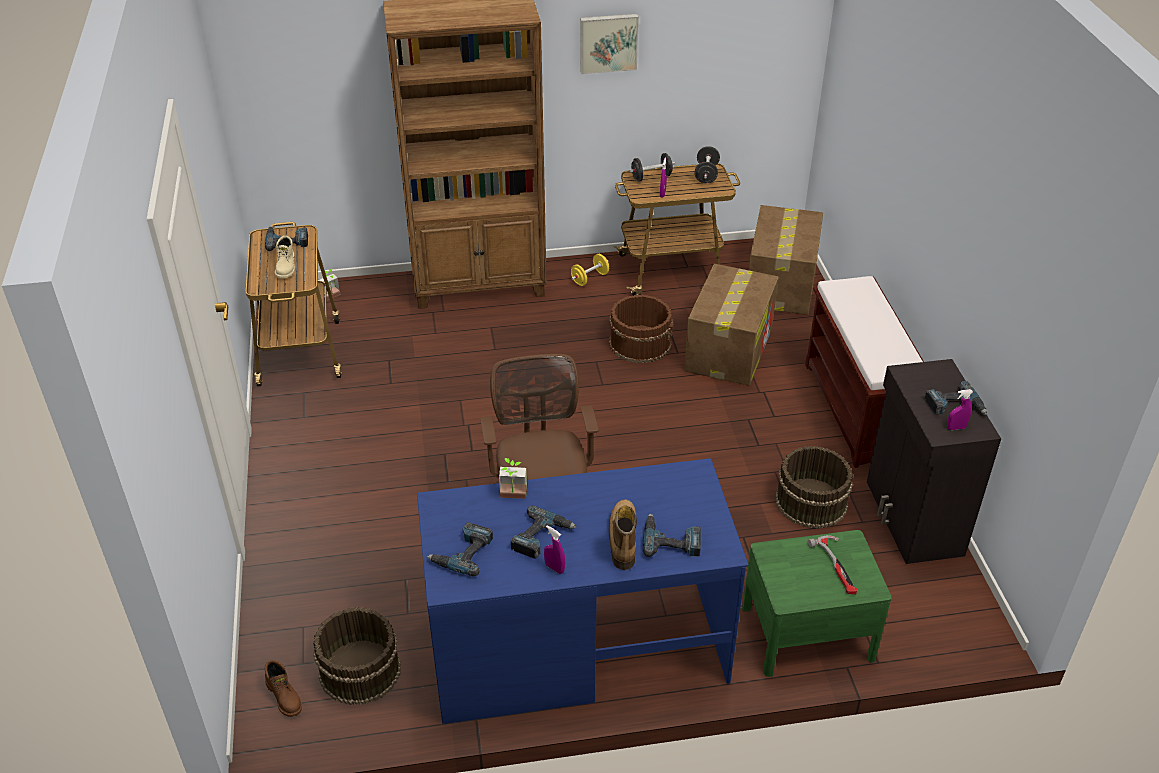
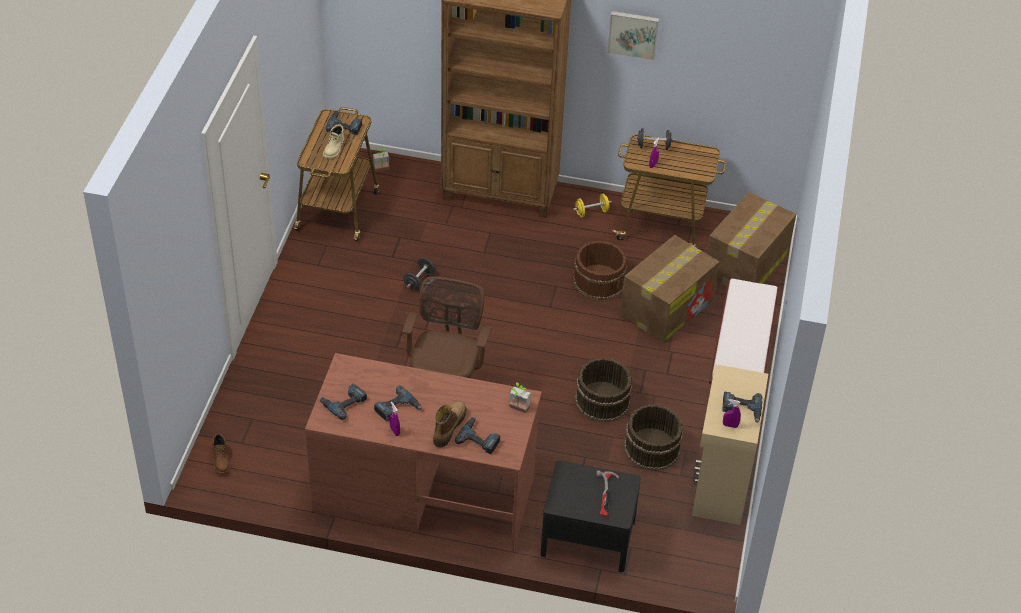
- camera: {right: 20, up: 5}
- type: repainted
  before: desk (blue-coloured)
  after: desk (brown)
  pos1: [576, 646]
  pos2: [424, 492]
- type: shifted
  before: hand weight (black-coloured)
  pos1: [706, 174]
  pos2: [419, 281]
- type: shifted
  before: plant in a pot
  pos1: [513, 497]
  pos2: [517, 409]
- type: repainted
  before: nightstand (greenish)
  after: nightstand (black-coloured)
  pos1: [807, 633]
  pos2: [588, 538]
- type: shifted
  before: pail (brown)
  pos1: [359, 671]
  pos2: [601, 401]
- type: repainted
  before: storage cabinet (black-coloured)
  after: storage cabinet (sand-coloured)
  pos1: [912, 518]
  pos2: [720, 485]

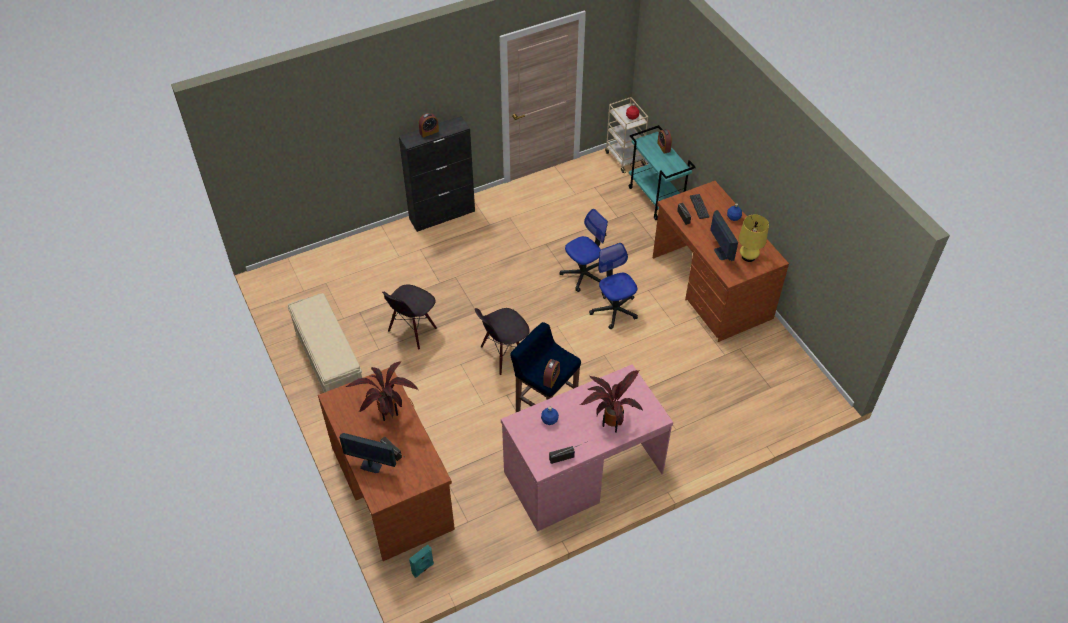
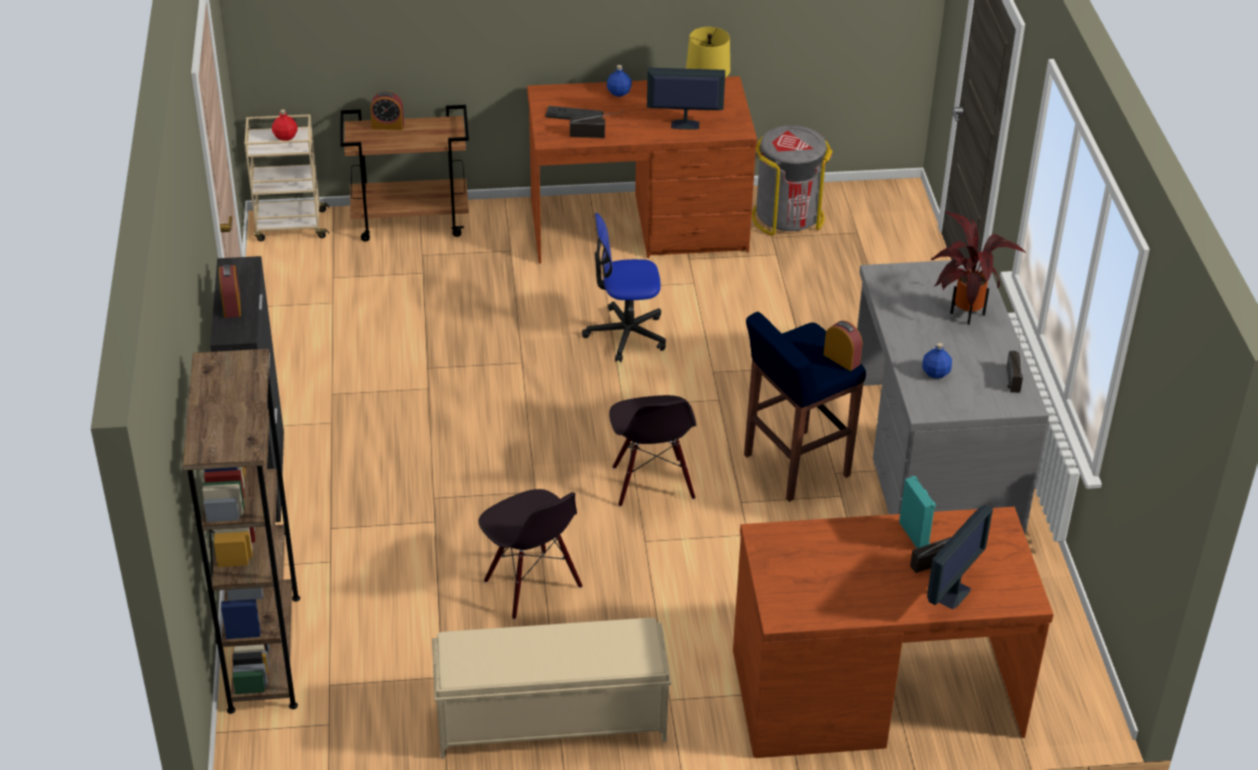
- camera: {right: -70, up: -10}
- type: new
  after: bookcase (brown)
  pos2: [264, 652]
- type: repainted
  before: cart (turquoise-coloured)
  after: cart (brown)
  pos1: [656, 198]
  pos2: [411, 221]
- type: new
  after: trash can (grey)
  pos2: [787, 217]
- type: repainted
  before: desk (pink)
  after: desk (grey)
  pos1: [582, 472]
  pos2: [932, 458]
- type: shifted
  before: speaker (turquoise-coloured)
  pos1: [423, 569]
  pos2: [915, 535]
- type: gone
  before: plant in a pot
  pos1: [388, 414]
- type: gone
  before: office chair
  pos1: [584, 275]

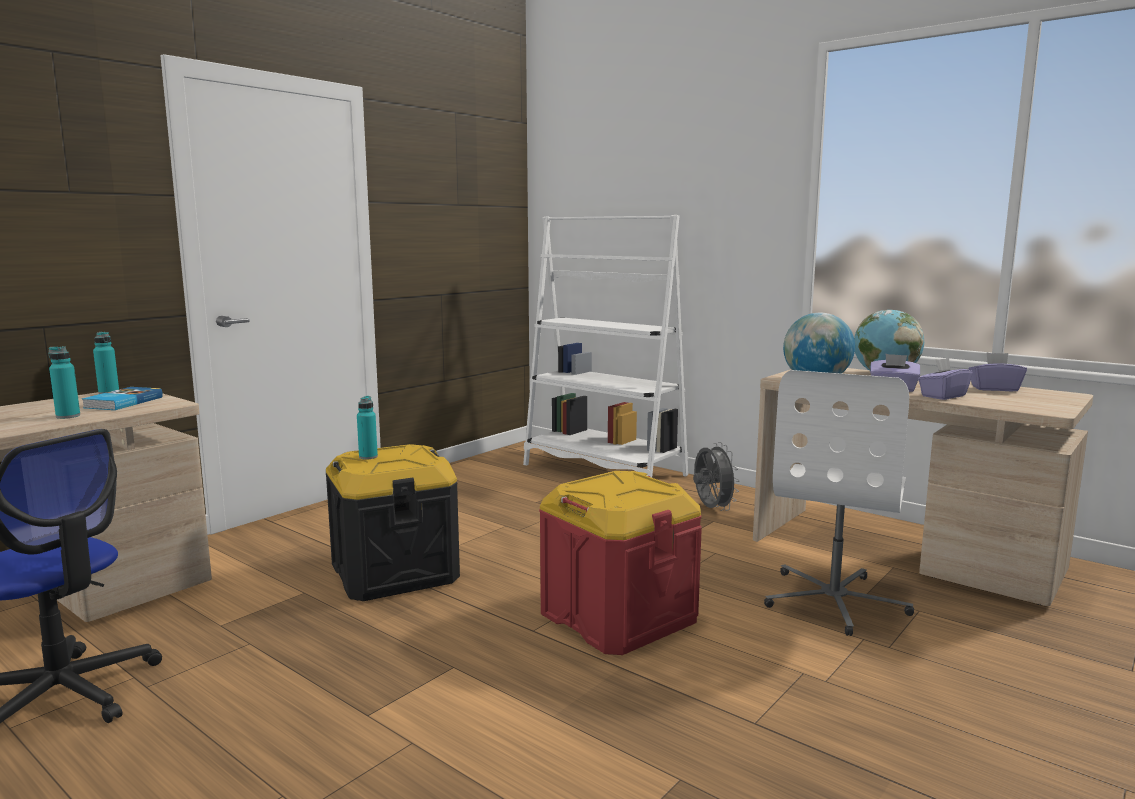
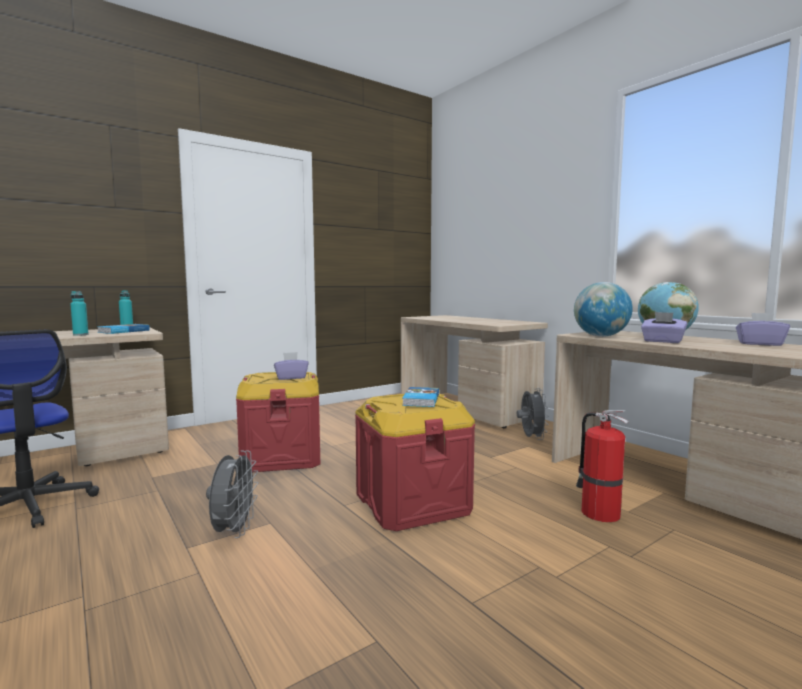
- camera: {right: 15, up: -5}
- type: new
  after: cooling fan (grey)
  pos2: [234, 531]
- type: repainted
  before: storage bin (black-coloured)
  after: storage bin (red-coloured)
  pos1: [394, 572]
  pos2: [282, 457]
- type: shifted
  before: tissue box (purplish)
  pos1: [942, 396]
  pos2: [291, 377]
- type: swapped
  before: bookcase (white-coloured)
  after: desk (sand-coloured)
  pos1: [604, 470]
  pos2: [467, 409]
- type: new
  after: volume
  pos2: [420, 400]
- type: swapped
  before: office chair (white-coloured)
  after: fire-fighting cylinder
  pos1: [835, 600]
  pos2: [598, 512]
- type: gone
  before: beverage bottle (turquoise-coloured)
  pos1: [368, 457]

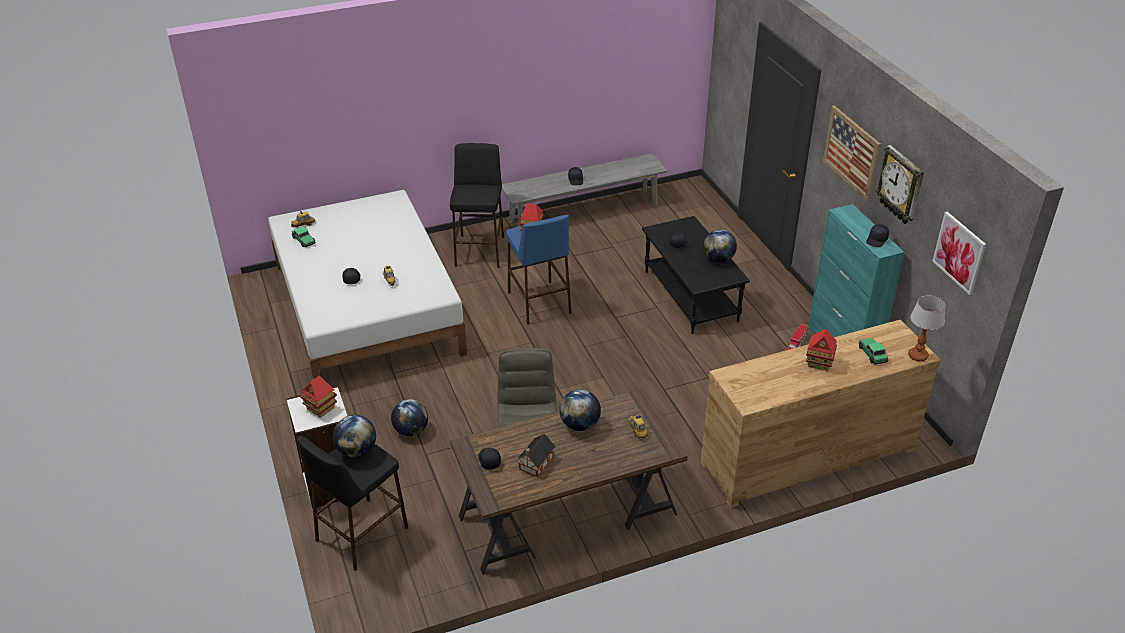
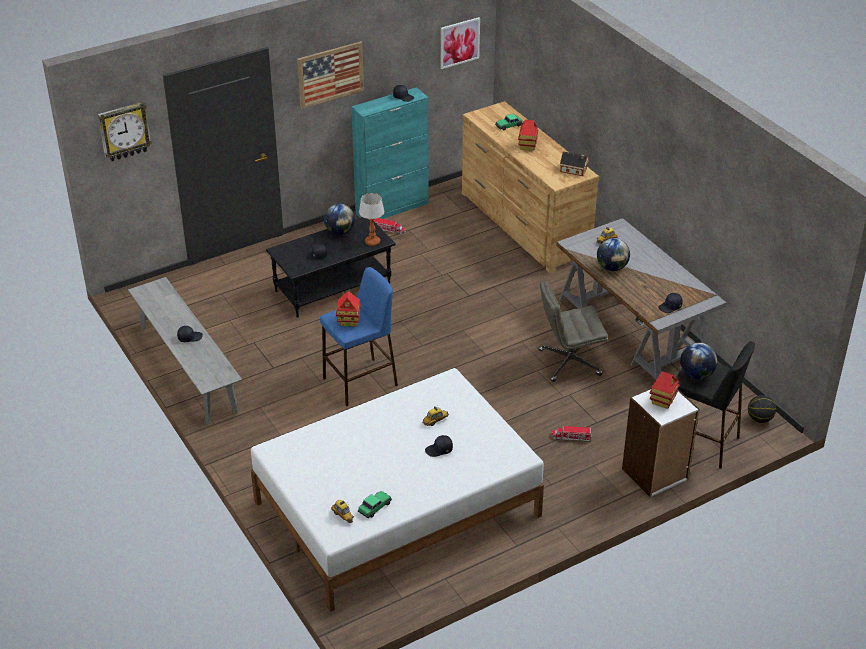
- camera: {right: -100, up: 0}
- type: shifted
  before: hanging clock
  pos1: [901, 185]
  pos2: [124, 131]
- type: shifted
  before: tabletop lamp
  pos1: [918, 356]
  pos2: [372, 242]
- type: swapped
  before: world globe
  after: model truck
  pos1: [411, 430]
  pos2: [571, 437]
- type: repainted
  before: desk (brown)
  after: desk (grey)
  pos1: [568, 516]
  pos2: [632, 333]
- type: shifted
  before: miniature house
  pos1: [535, 463]
  pos2: [574, 170]
- type: new
  after: ball for basketball
  pos2: [760, 419]
- type: gone
  before: stool (black-coloured)
  pos1: [480, 251]

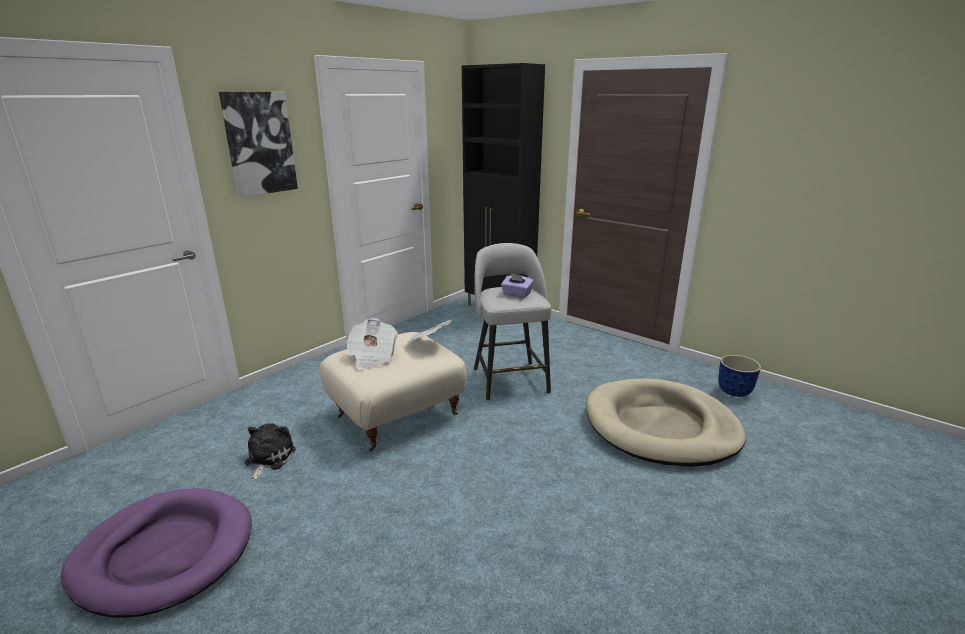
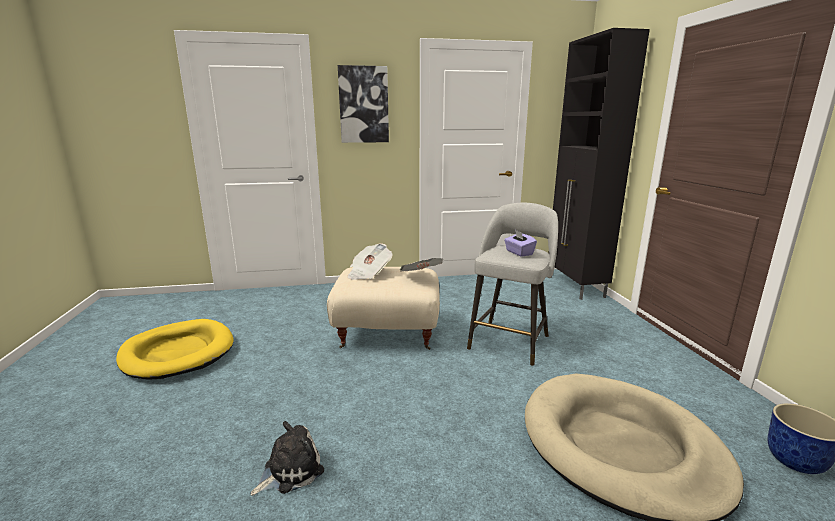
- camera: {right: 40, up: -5}
- type: repainted
  before: pet bed (purplish)
  after: pet bed (yellow-coloured)
  pos1: [165, 553]
  pos2: [178, 352]
- type: shifted
  before: cuddly toy
  pos1: [268, 459]
  pos2: [290, 470]

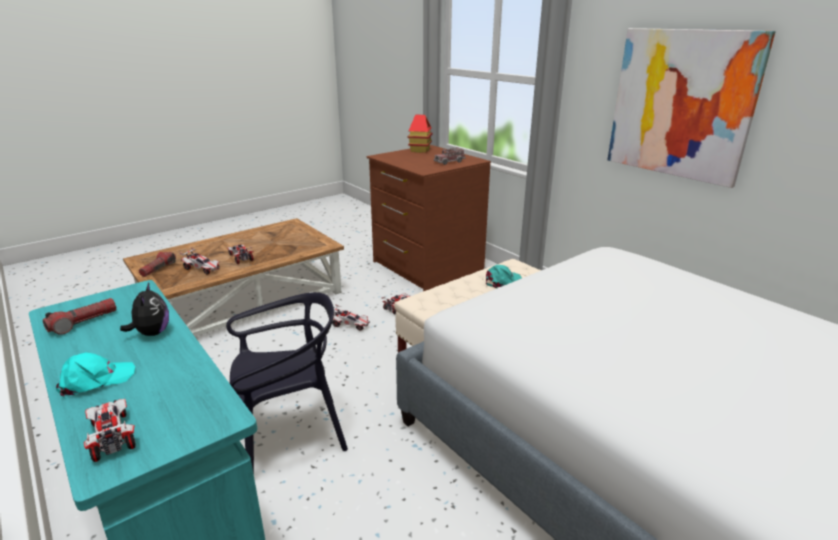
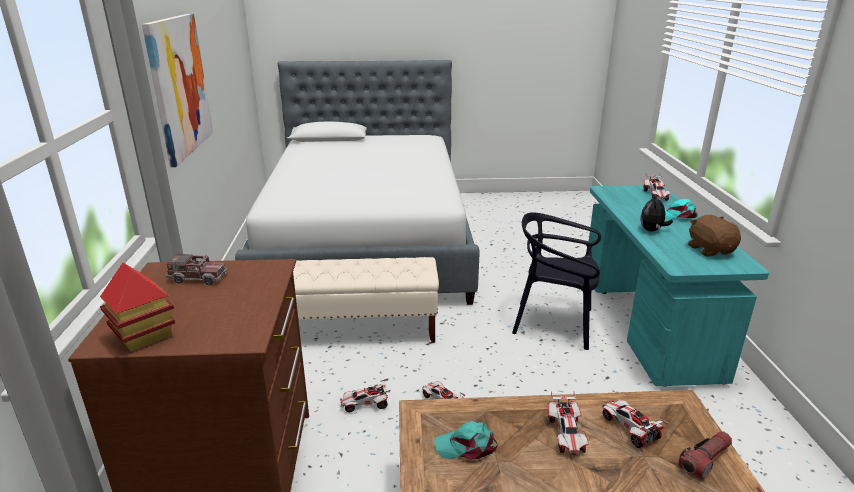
- camera: {right: -145, up: 0}
- type: shifted
  before: cap (turquoise-coloured)
  pos1: [502, 281]
  pos2: [467, 446]
- type: swapped
  before: hand torch
  after: cuddly toy (brown)
  pos1: [83, 322]
  pos2: [710, 250]

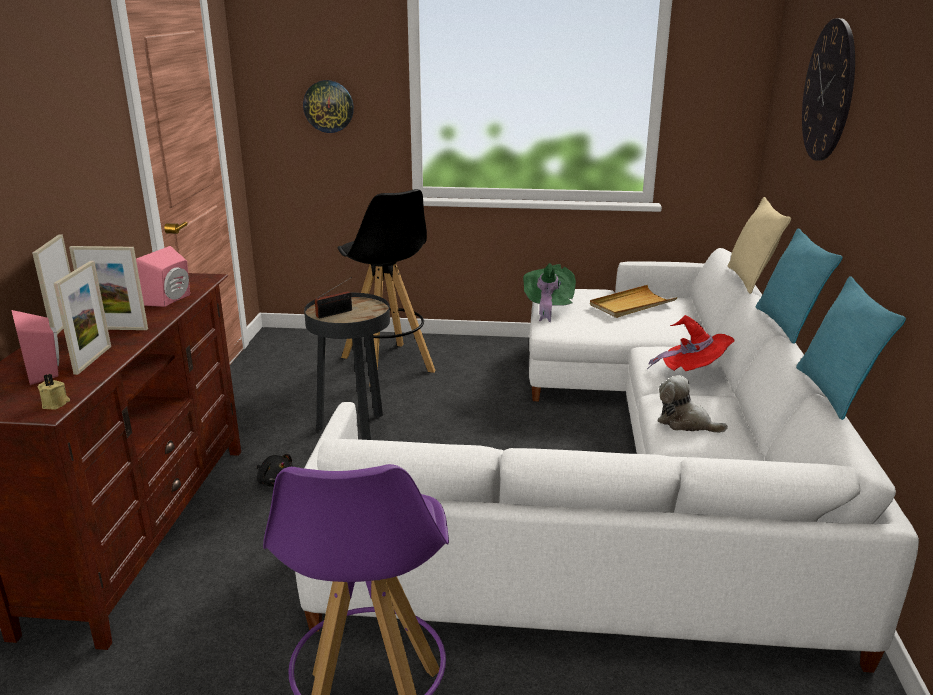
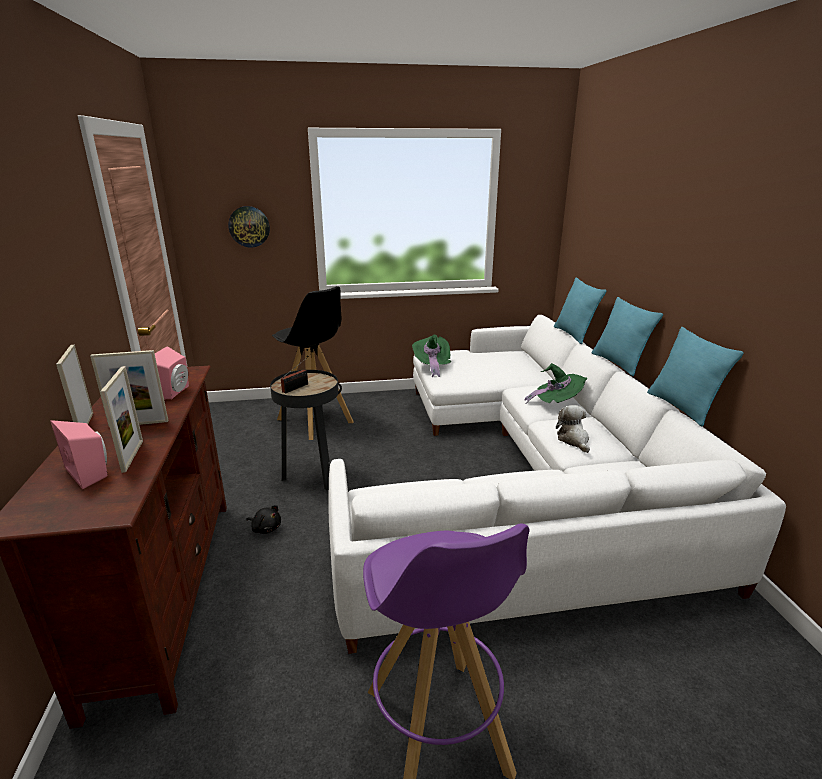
- camera: {right: -15, up: 0}
- type: repainted
  before: wearable hat (red-coloured)
  after: wearable hat (greenish)
  pos1: [693, 374]
  pos2: [557, 404]
- type: repainted
  before: cushion (sand-coloured)
  after: cushion (turquoise-coloured)
  pos1: [749, 280]
  pos2: [574, 335]
- type: rotated
  before: cuddly toy
  pos1: [685, 423]
  pos2: [573, 440]
  turn: 60
- type: gone
  before: wax light (sand-coloured)
  pos1: [56, 404]
- type: gone
  before: tray (sand-coloured)
  pos1: [631, 305]
- type: gone
  before: hanging clock
  pos1: [828, 91]

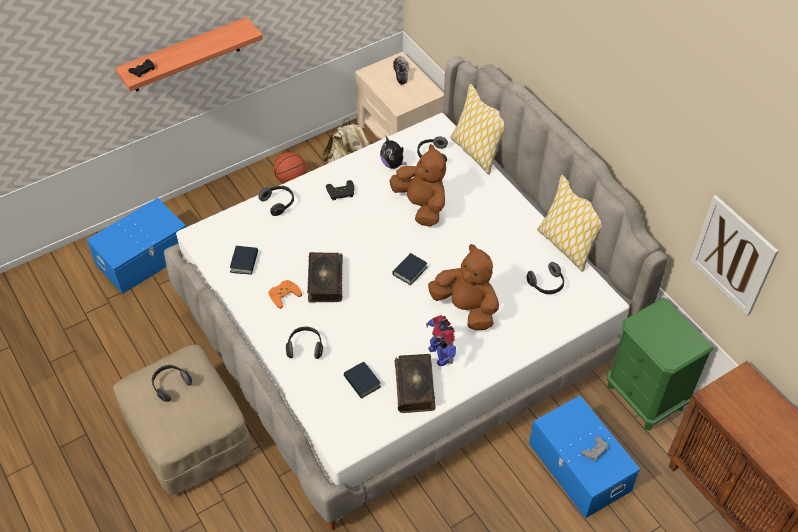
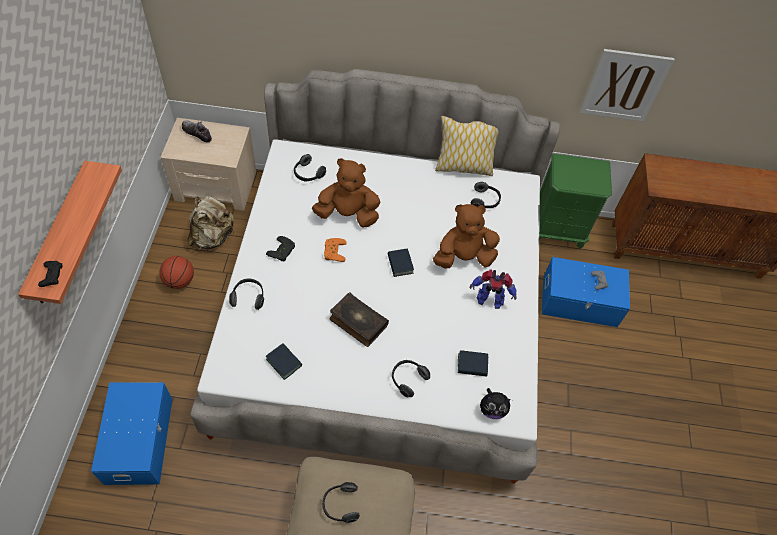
- camera: {right: -55, up: 5}
- type: shifted
  before: game controller (orange-coloured)
  pos1: [283, 294]
  pos2: [333, 251]
- type: shifted
  before: cuddly toy
  pos1: [393, 164]
  pos2: [492, 409]
- type: gone
  before: volume
  pos1: [415, 387]
- type: gone
  before: cushion
  pos1: [476, 152]

